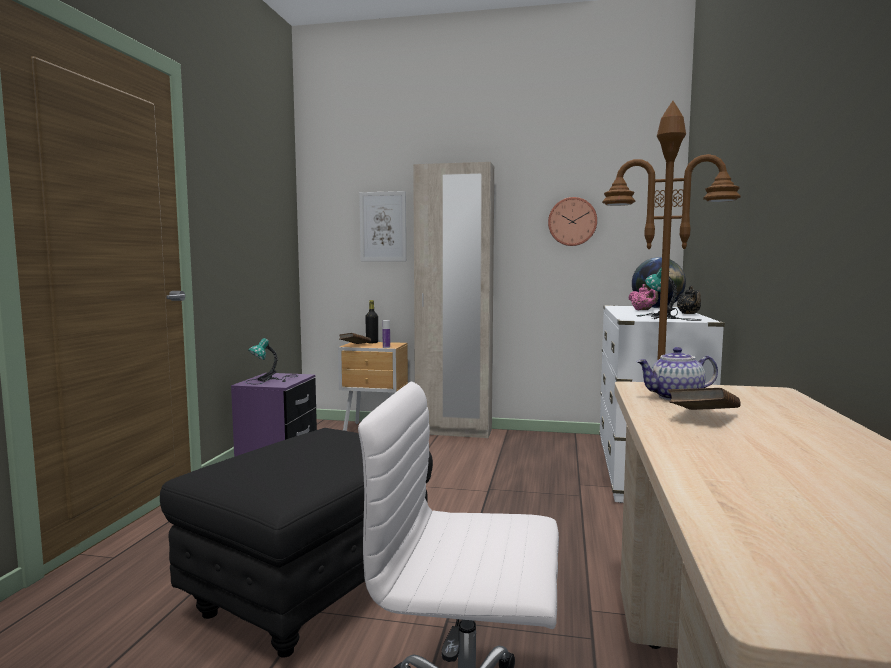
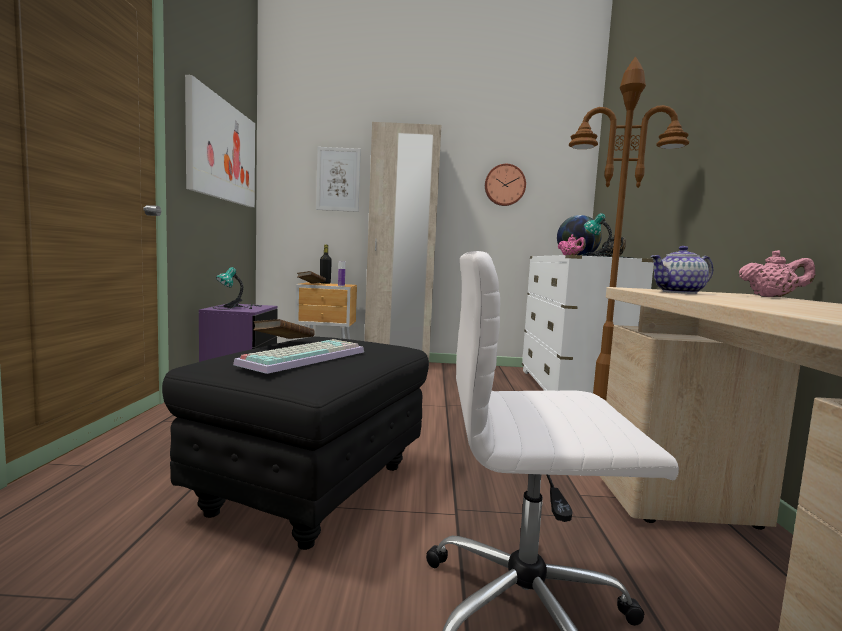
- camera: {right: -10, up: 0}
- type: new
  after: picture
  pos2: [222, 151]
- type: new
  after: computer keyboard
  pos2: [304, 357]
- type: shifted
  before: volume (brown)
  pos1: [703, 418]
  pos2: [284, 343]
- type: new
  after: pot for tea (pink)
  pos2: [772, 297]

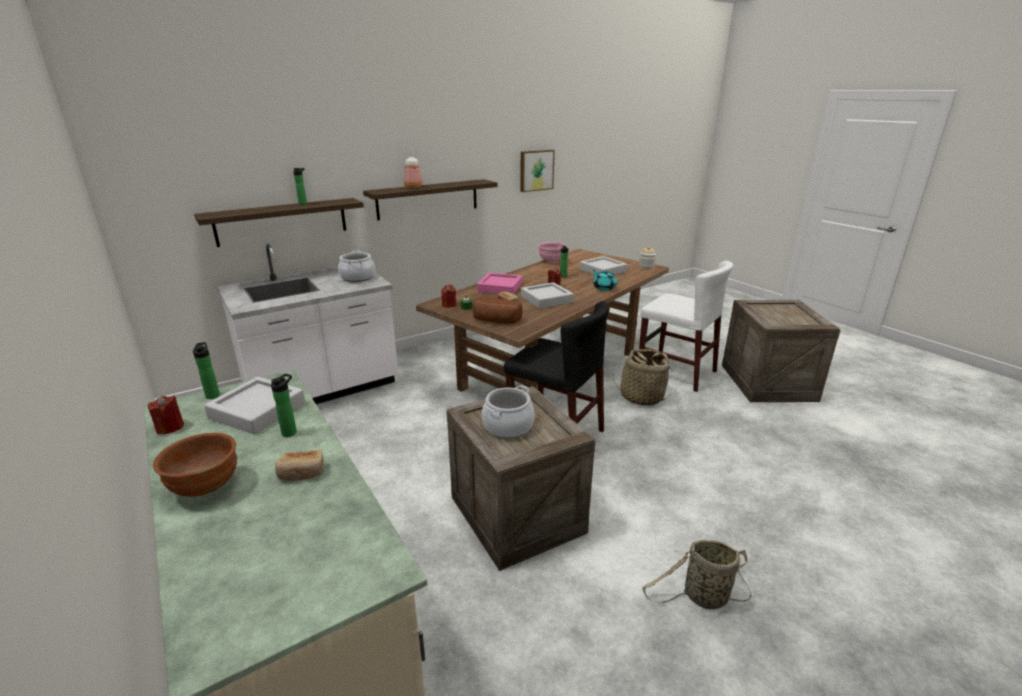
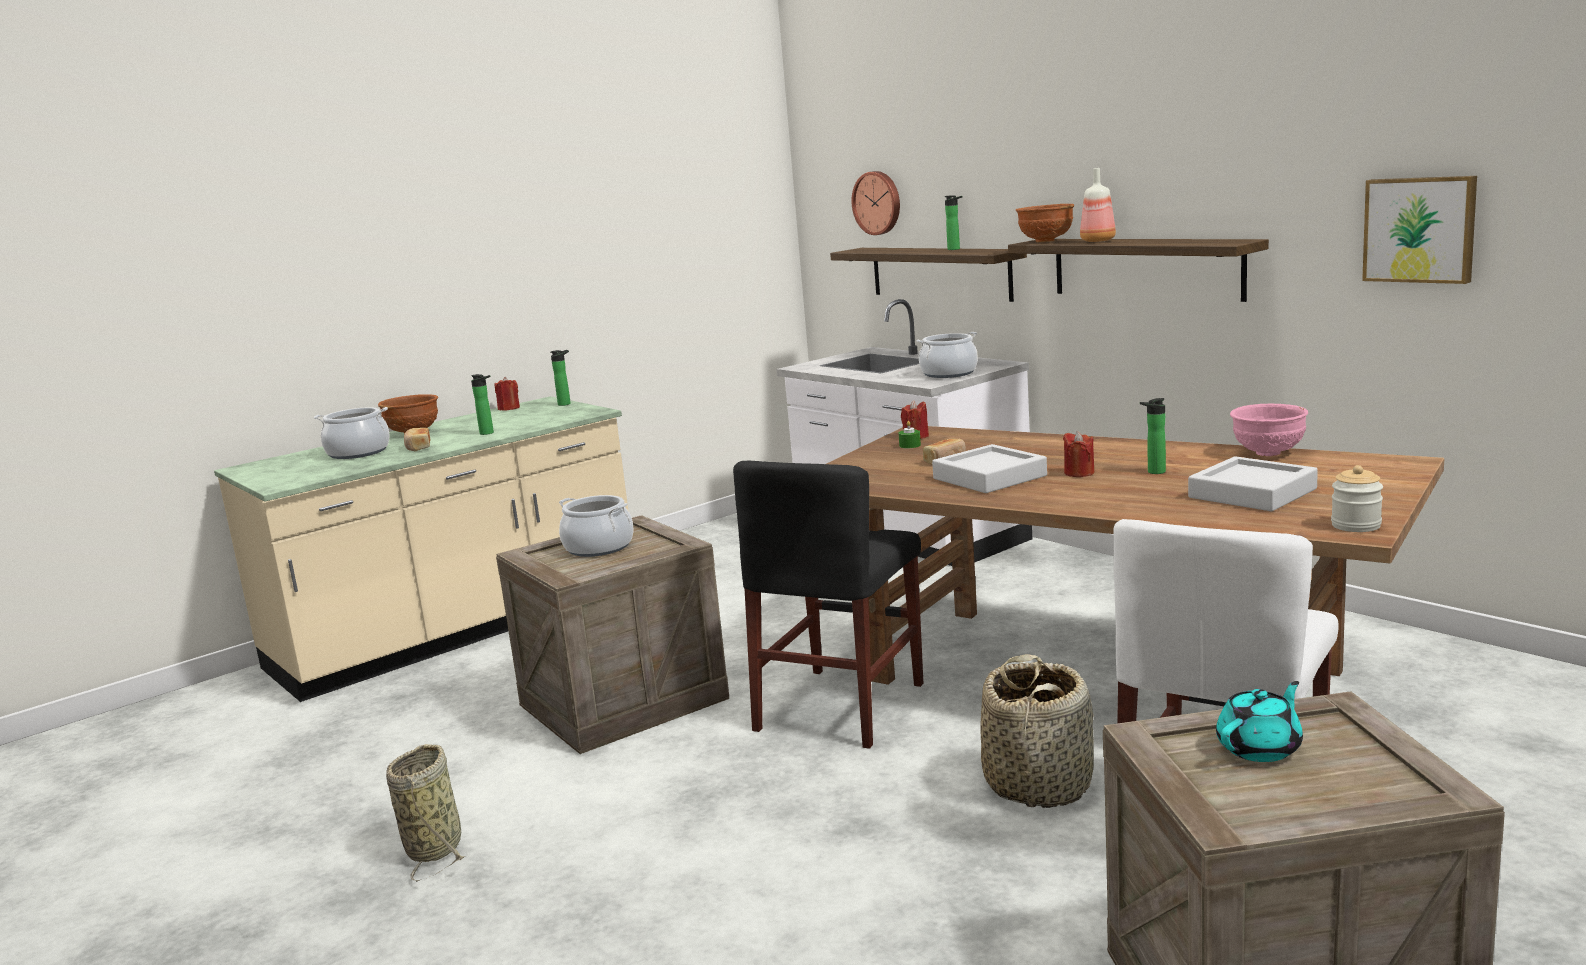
- camera: {right: 85, up: -10}
- type: new
  after: cooking pot
  pos2: [358, 452]
- type: new
  after: hanging clock
  pos2: [878, 203]
- type: new
  after: serving bowl (brown)
  pos2: [1045, 241]
- type: shifted
  before: pot for tea (turquoise-coloured)
  pos1: [604, 288]
  pos2: [1260, 748]
- type: gone
  before: tray (grey)
  pos1: [257, 410]
- type: gone
  before: baked bread
  pos1: [495, 321]
- type: gone
  before: tray (pink)
  pos1: [500, 288]

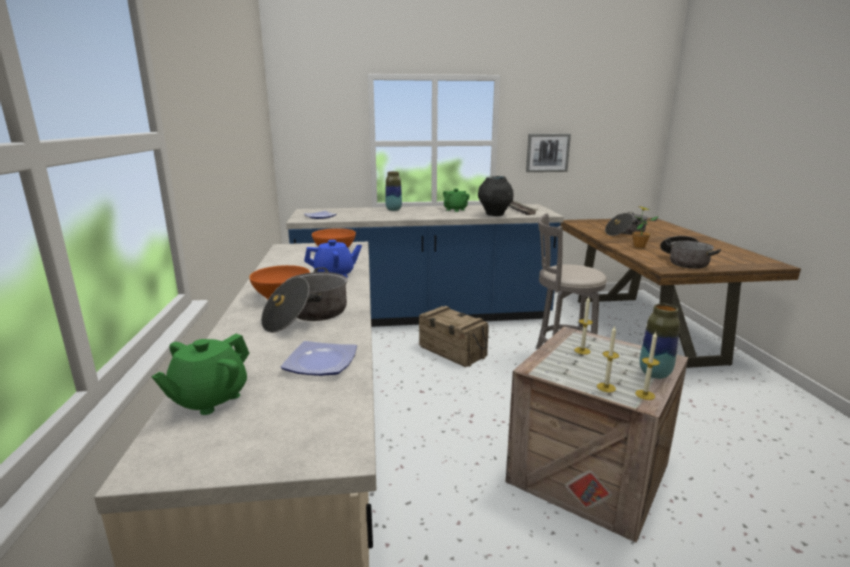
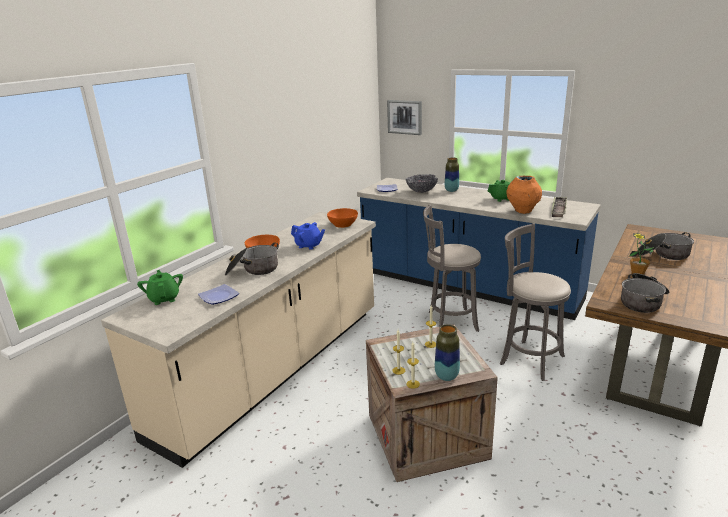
- camera: {right: 40, up: 5}
- type: rotated
  before: pot for tea (greenish)
  pos1: [209, 399]
  pos2: [164, 299]
  turn: 90
- type: shifted
  before: picture
  pos1: [547, 153]
  pos2: [405, 117]
- type: new
  after: serving bowl
  pos2: [421, 191]
- type: swapped
  before: packing crate
  after: stool (grey)
  pos1: [451, 351]
  pos2: [449, 322]
- type: repainted
  before: flower vase (black-coloured)
  after: flower vase (orange-coloured)
  pos1: [495, 215]
  pos2: [522, 211]

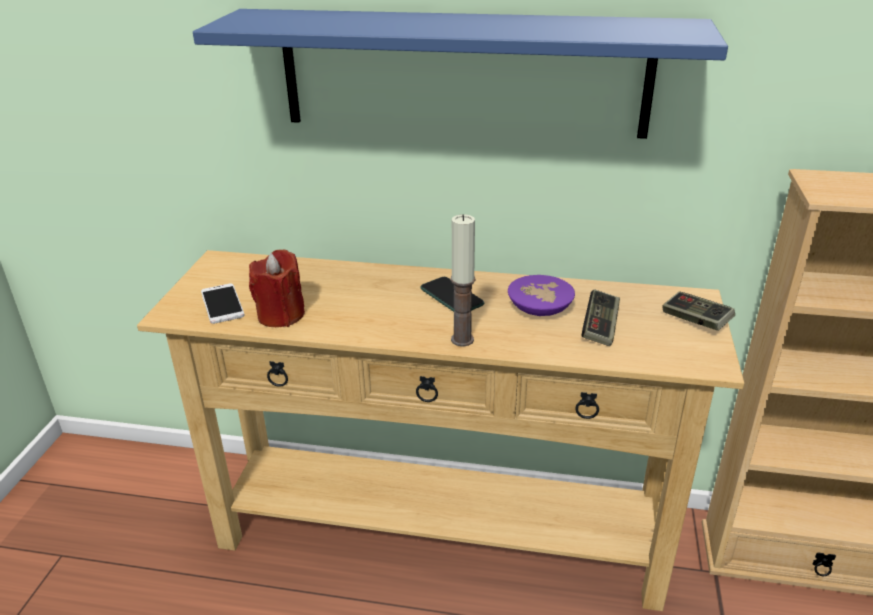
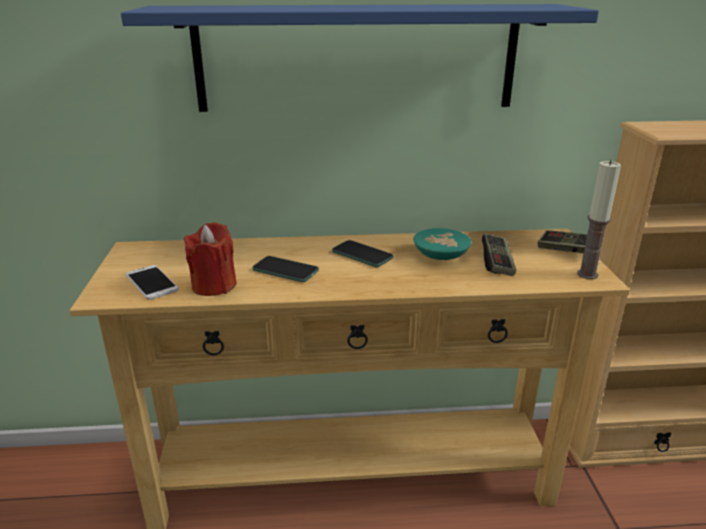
- camera: {right: -15, up: -5}
- type: new
  after: phone
  pos2: [285, 270]
- type: repainted
  before: serving bowl (purplish)
  after: serving bowl (turquoise-coloured)
  pos1: [541, 310]
  pos2: [442, 256]
- type: shifted
  before: wax light
  pos1: [462, 339]
  pos2: [587, 274]

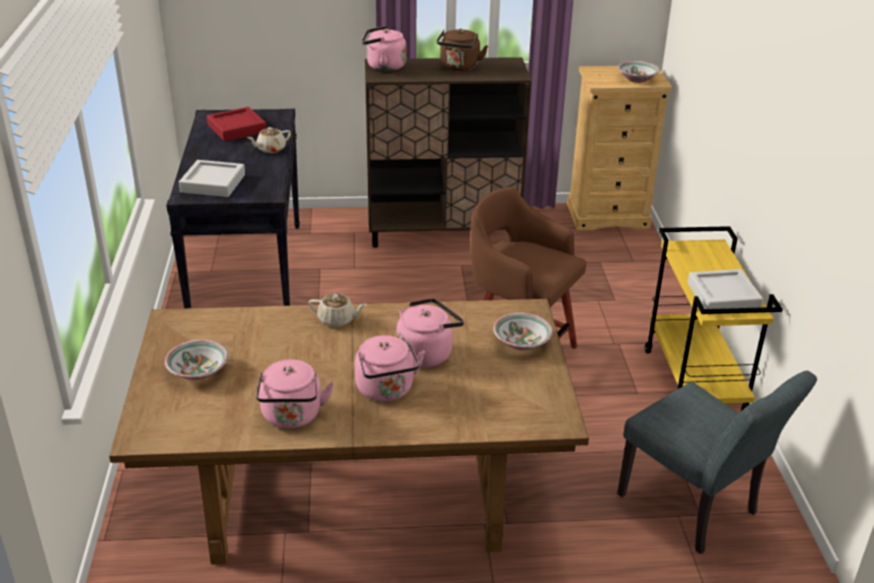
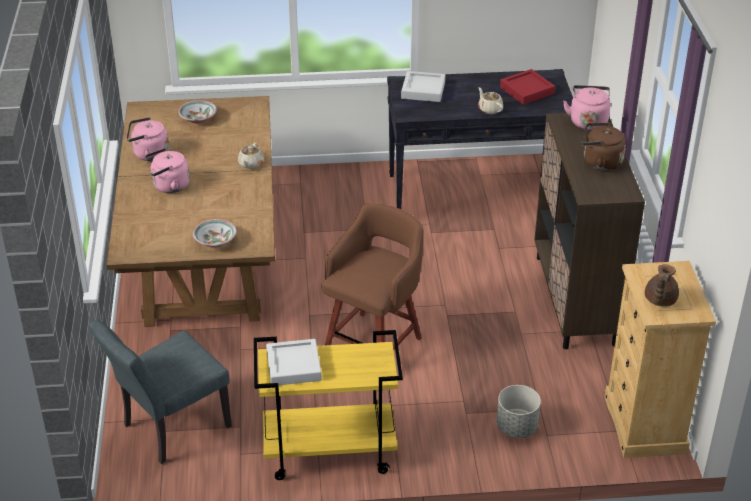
- camera: {right: 90, up: 5}
- type: new
  after: flower pot (grey)
  pos2: [517, 428]
- type: swapped
  before: serving bowl
  after: pot for tea (brown)
  pos1: [637, 79]
  pos2: [659, 300]
- type: gone
  before: tea kettle (pink)
  pos1: [427, 353]

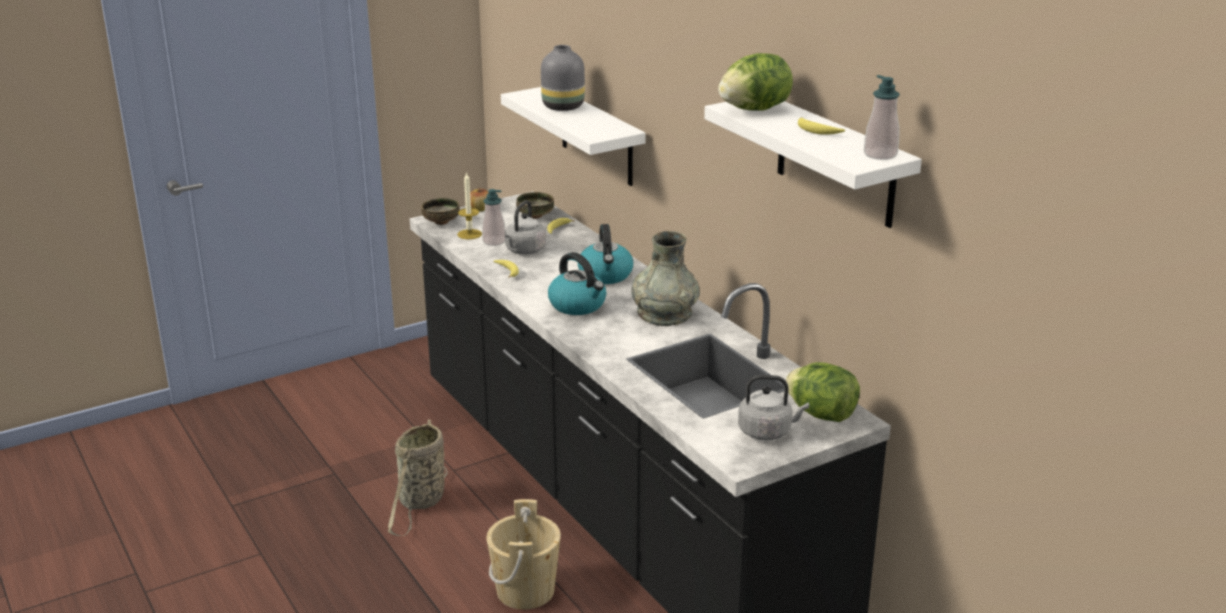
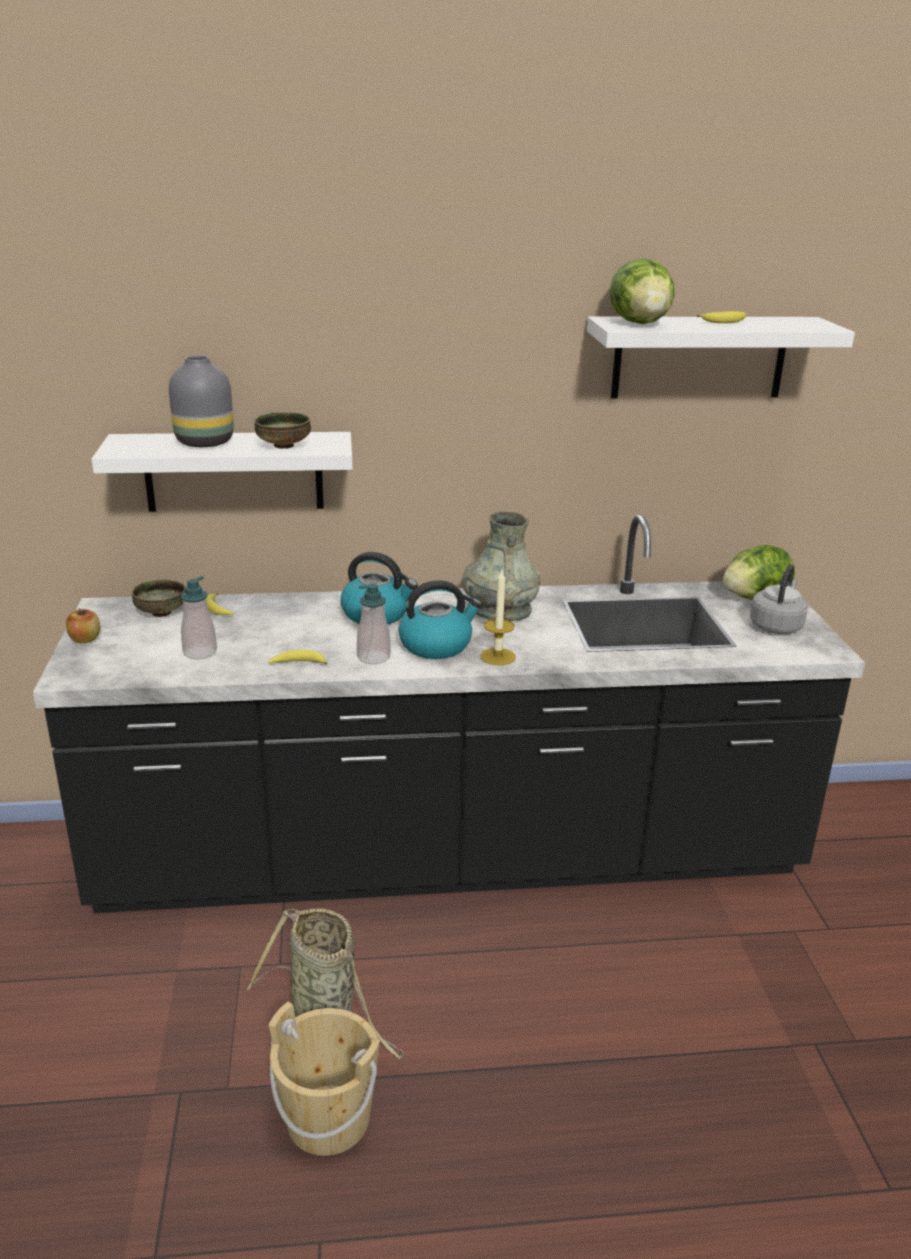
- camera: {right: -65, up: 0}
- type: shifted
  before: serving bowl
  pos1: [441, 222]
  pos2: [284, 446]
- type: shifted
  before: pail (sand-coloured)
  pos1: [525, 591]
  pos2: [328, 1119]
- type: shifted
  before: soap dispenser
  pos1: [880, 155]
  pos2: [373, 657]
- type: shifted
  before: wax light
  pos1: [469, 234]
  pos2: [497, 656]
- type: gone
  before: tea kettle (grey)
  pos1: [524, 251]

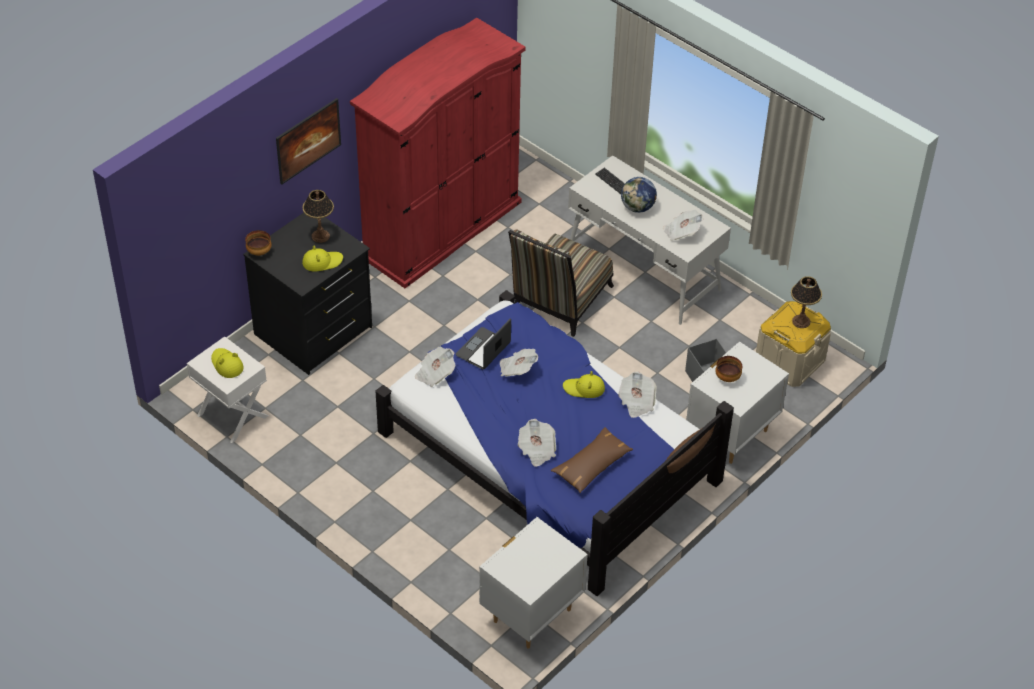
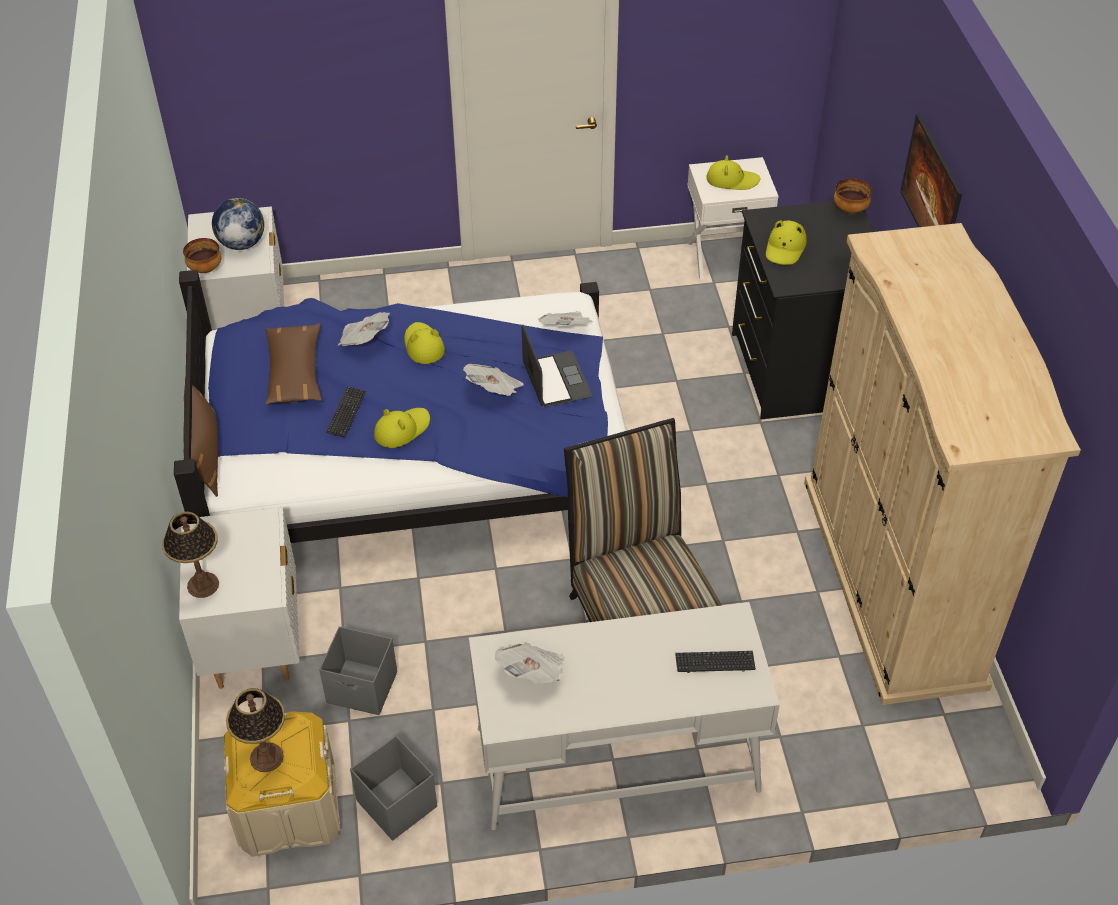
- camera: {right: 130, up: 0}
- type: shifted
  before: tabletop lamp
  pos1: [320, 236]
  pos2: [202, 585]
- type: shifted
  before: serving bowl
  pos1: [727, 378]
  pos2: [205, 269]
- type: shifted
  before: world globe
  pos1: [637, 207]
  pos2: [241, 243]
- type: new
  after: computer keyboard
  pos2: [346, 413]
- type: new
  after: storage bin (grey)
  pos2: [396, 803]
- type: new
  after: wearable hat (yellow-coloured)
  pos2: [423, 346]
- type: repainted
  before: wardrobe (red-coloured)
  after: wardrobe (sand-coloured)
  pos1: [441, 229]
  pos2: [892, 580]
- type: gone
  before: newspaper
  pos1: [636, 402]

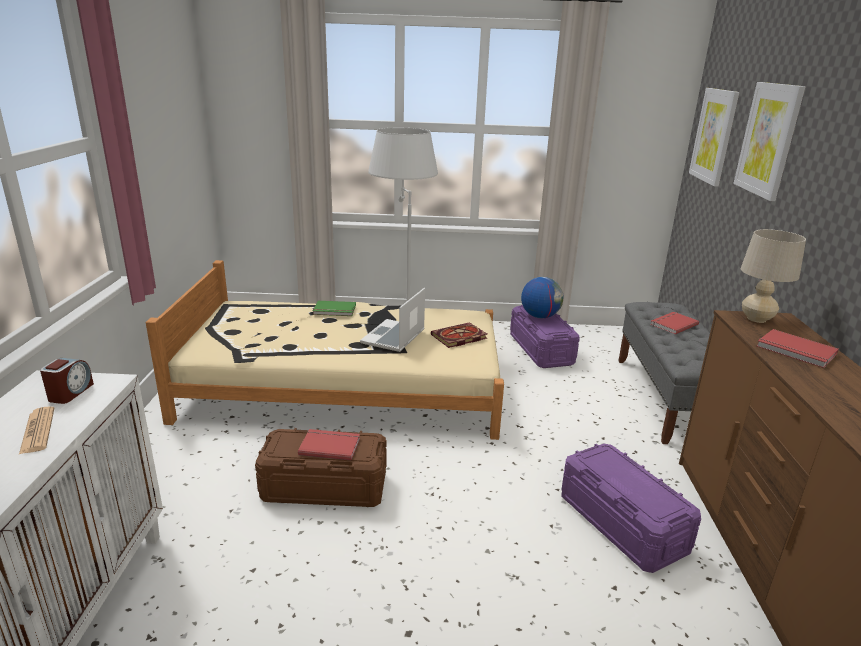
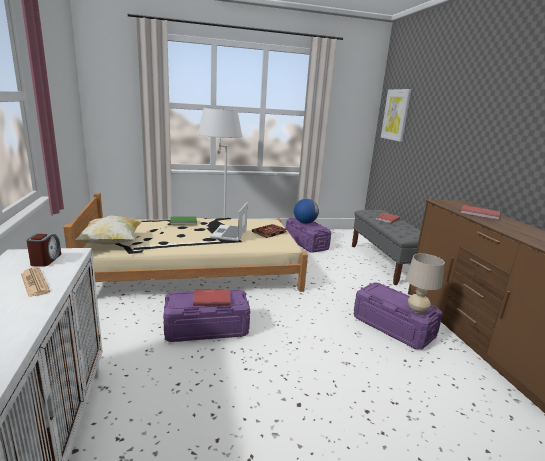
- camera: {right: -15, up: -5}
- type: new
  after: cushion
  pos2: [111, 243]
- type: repainted
  before: storage bin (brown)
  after: storage bin (purplish)
  pos1: [324, 487]
  pos2: [206, 328]
- type: shifted
  before: tabletop lamp (sand-coloured)
  pos1: [756, 319]
  pos2: [417, 310]
- type: gone
  before: picture
  pos1: [768, 140]

